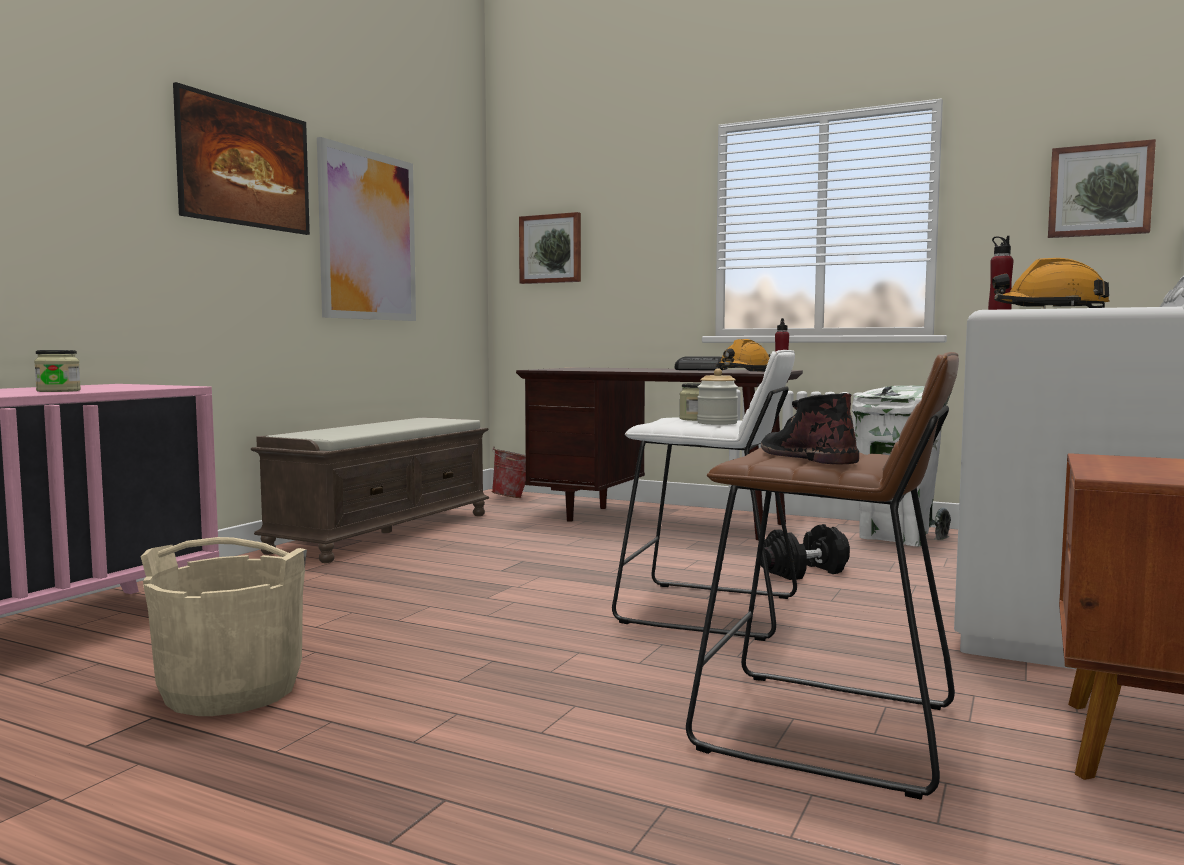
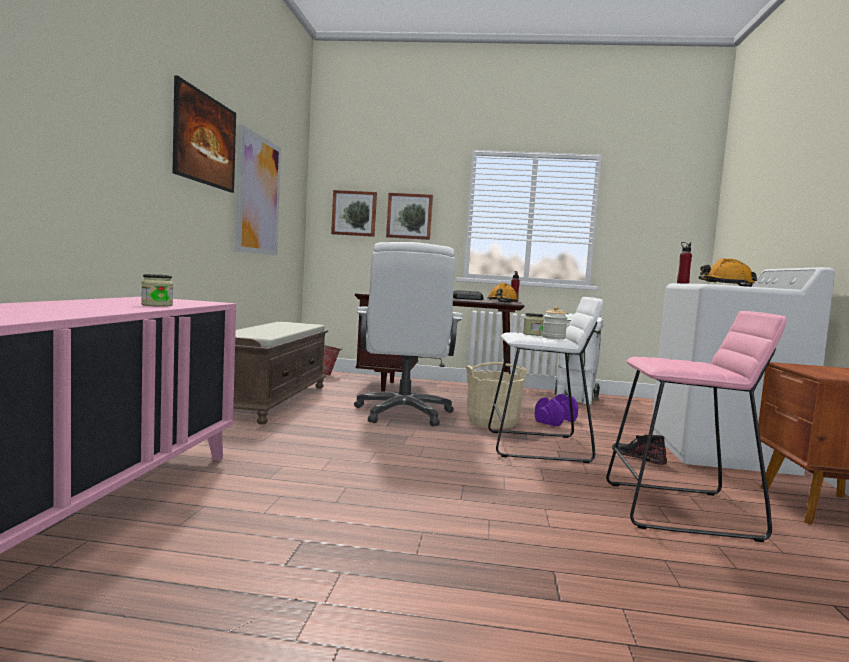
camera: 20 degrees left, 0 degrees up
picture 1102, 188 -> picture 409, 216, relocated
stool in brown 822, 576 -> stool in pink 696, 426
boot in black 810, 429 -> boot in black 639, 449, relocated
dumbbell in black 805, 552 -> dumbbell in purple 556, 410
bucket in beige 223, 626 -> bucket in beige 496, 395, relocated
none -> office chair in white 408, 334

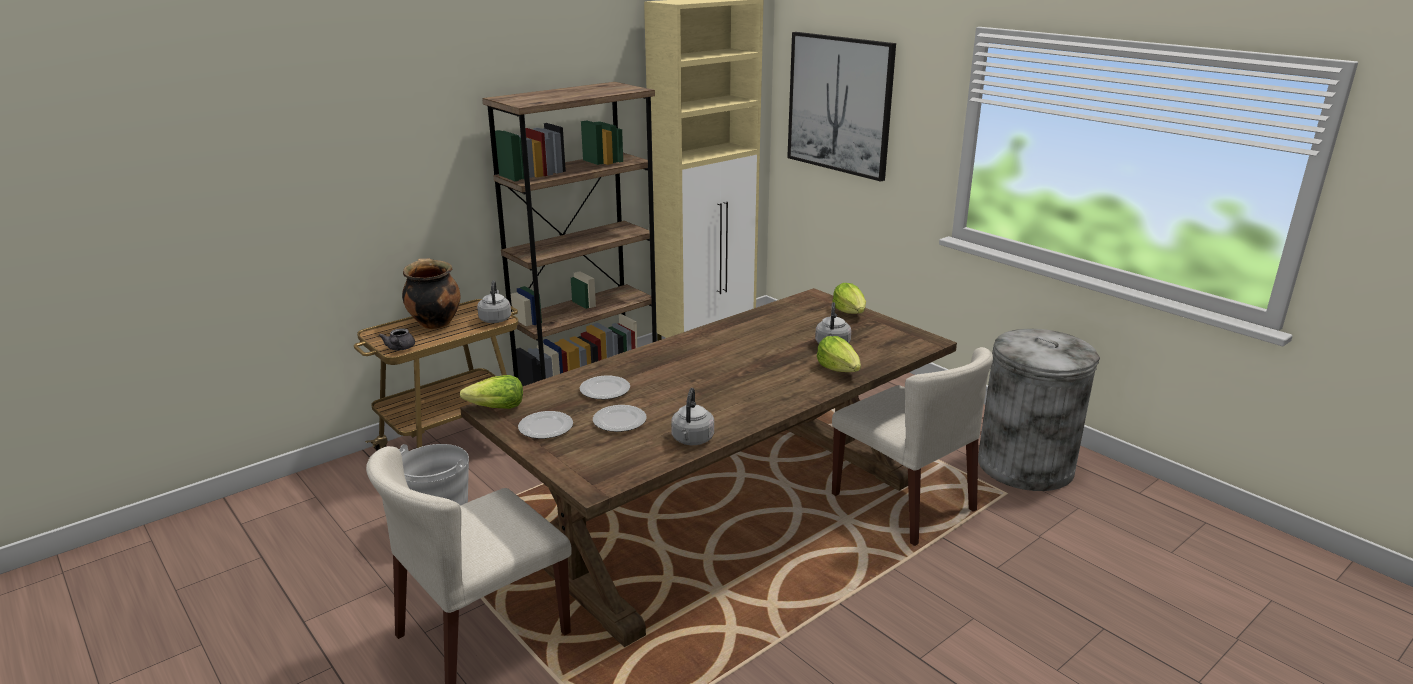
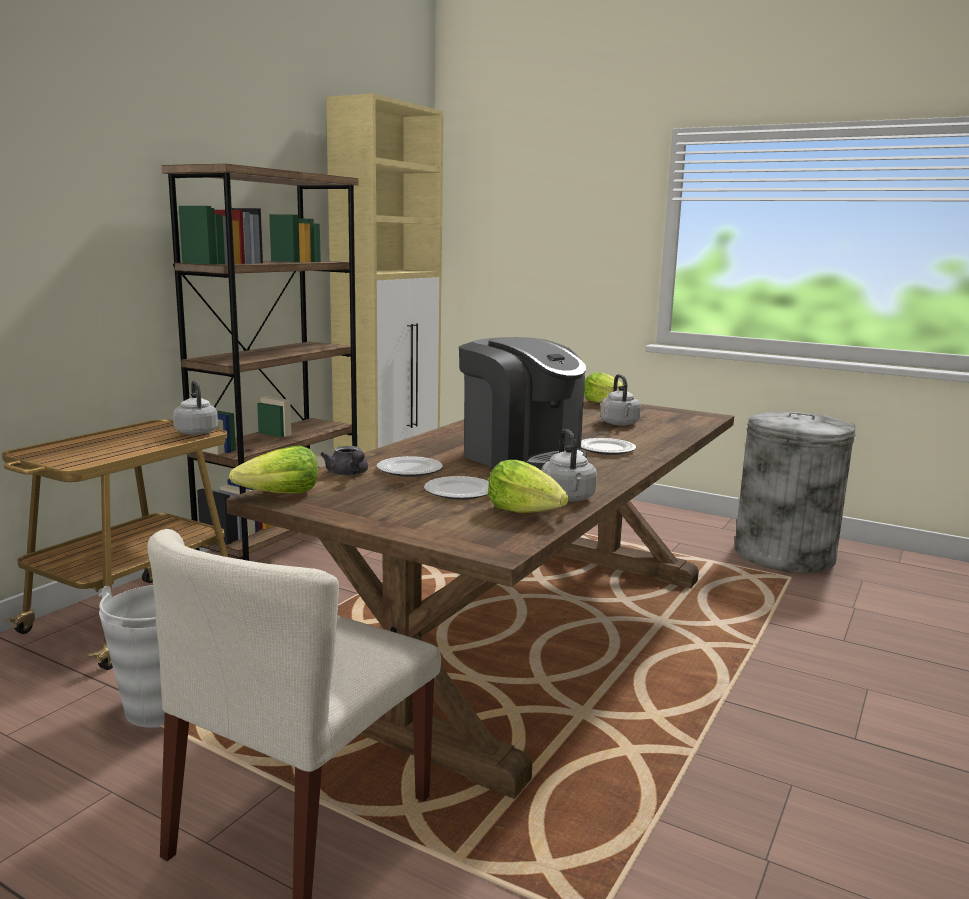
camera: 20 degrees left, 10 degrees down
picture 841, 107 -> none
cooking pot 431, 294 -> none
teapot in grey 397, 339 -> teapot in grey 344, 461, relocated
lettuce 839, 354 -> lettuce 528, 486, relocated
chair in beige 912, 446 -> none
plate 545, 425 -> plate 608, 446, relocated
none -> coffee machine 523, 403

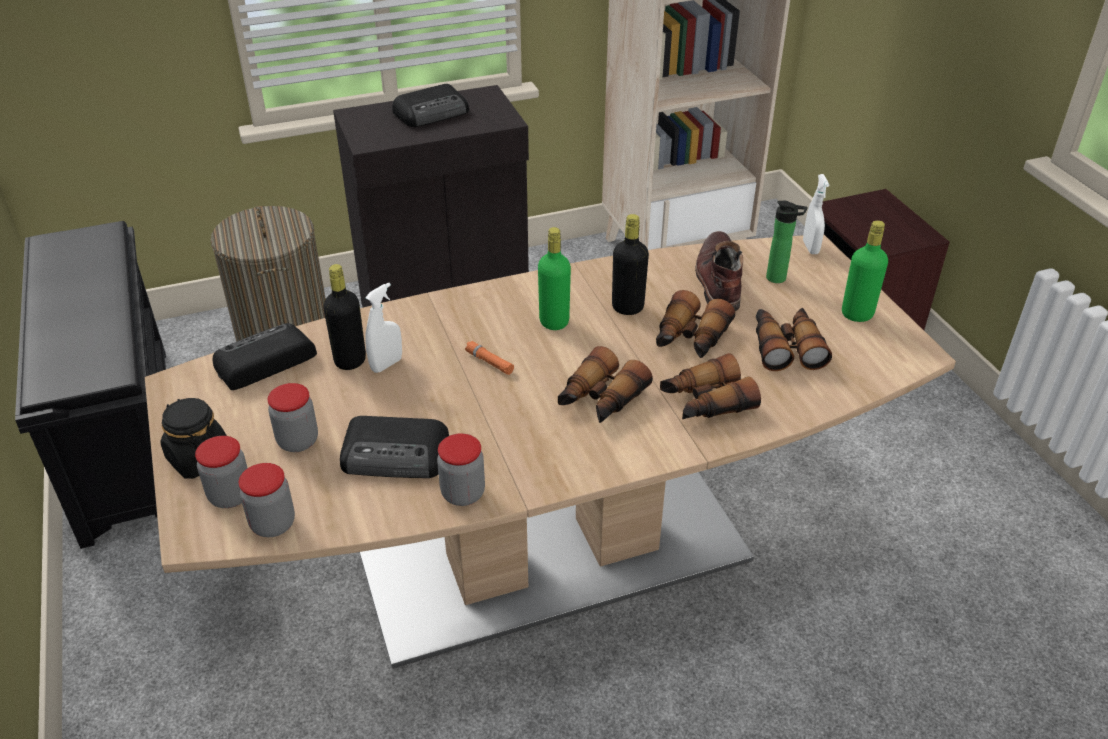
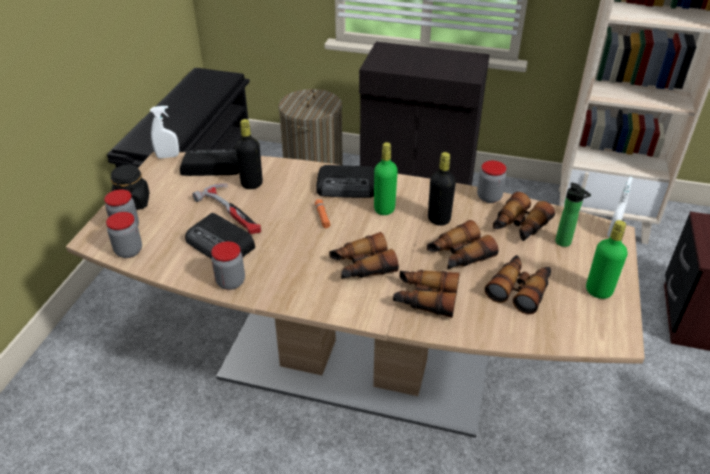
camera: 35 degrees right, 0 degrees up
radio 430, 105 -> radio 345, 181, relocated
boot in brown 719, 271 -> binoculars 524, 216
spray bottle in white 383, 327 -> spray bottle in white 164, 132, relocated
jar 292, 417 -> jar 492, 182, relocated
none -> hammer 226, 208

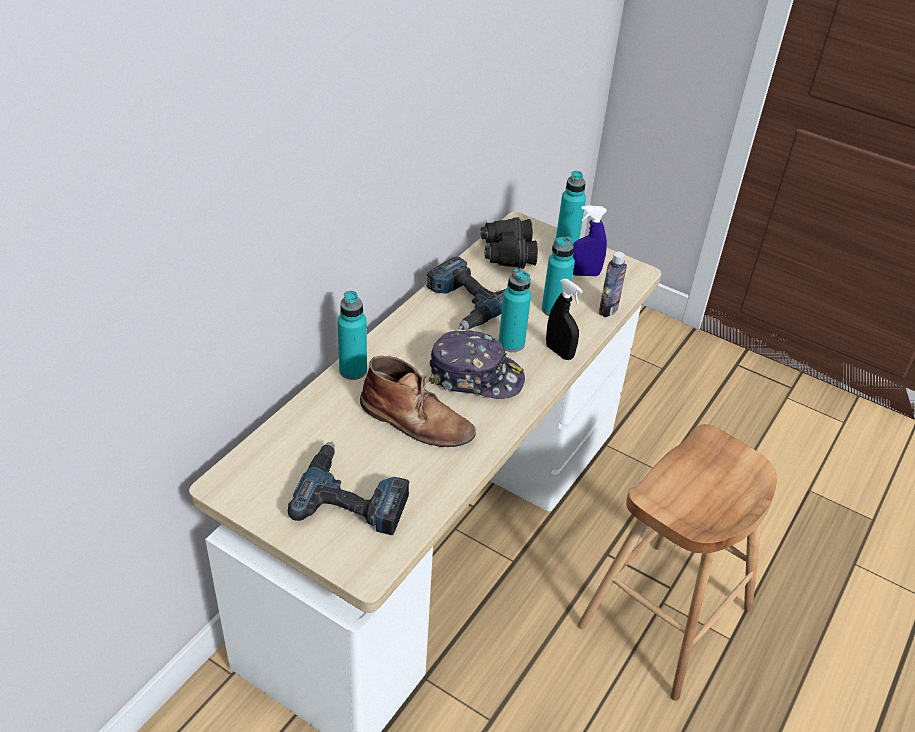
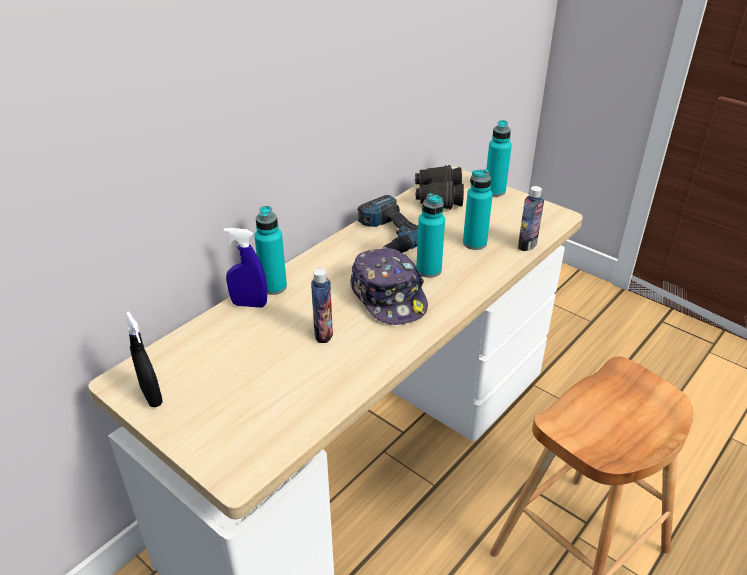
camera: 10 degrees right, 5 degrees down
spray bottle in blue 590, 240 -> spray bottle in blue 245, 268, relocated
spray bottle in black 564, 319 -> spray bottle in black 143, 359, relocated
cap 477, 364 -> cap 389, 286, 45 degrees clockwise
boot in brown 418, 401 -> bottle 322, 305
power drill 349, 488 -> none

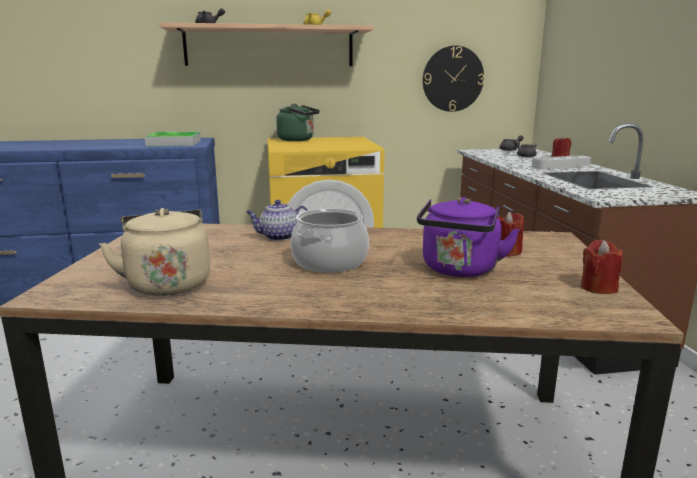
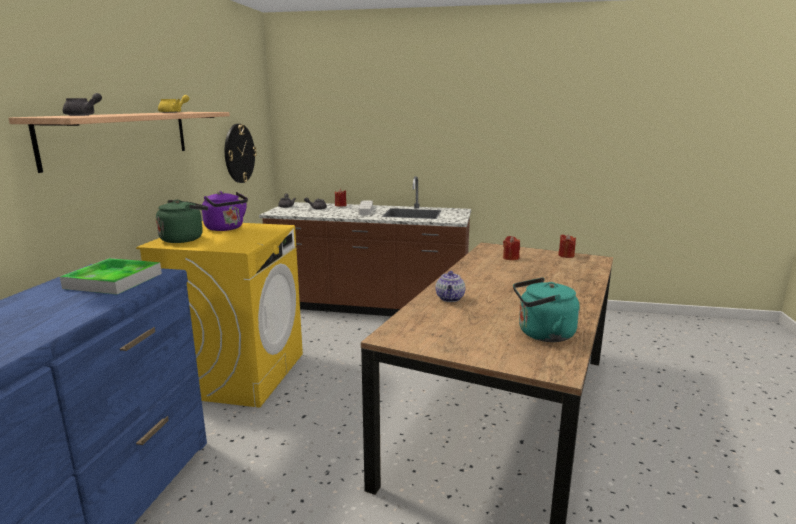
camera: 70 degrees left, 0 degrees up
kettle in purple 468, 237 -> kettle in purple 225, 211, relocated
kettle in beige 154, 252 -> kettle in turquoise 546, 310
cooking pot 330, 240 -> none

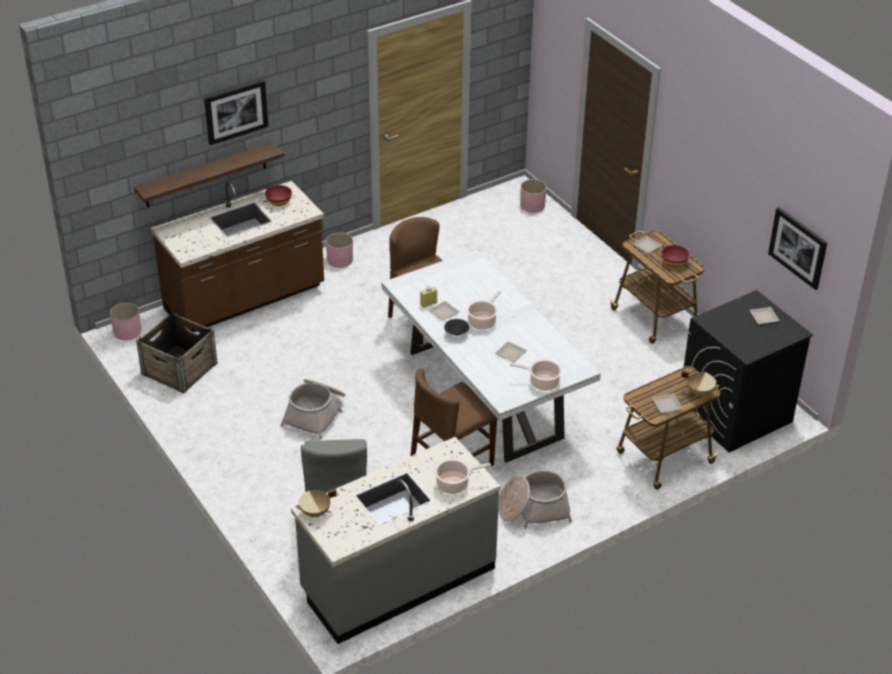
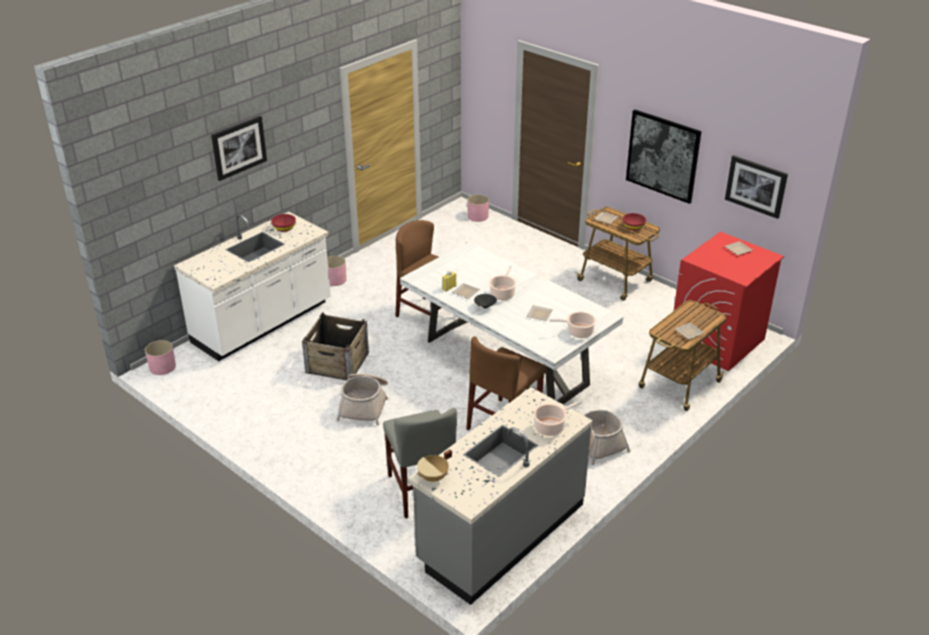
camera: 15 degrees left, 5 degrees down
shelf 209, 174 -> none
counter in brown 237, 256 -> counter in white 252, 286
washing machine in black 748, 371 -> washing machine in red 727, 301
crate 177, 352 -> crate 335, 346, relocated
cooking pot in beige 700, 383 -> none
none -> picture 664, 157

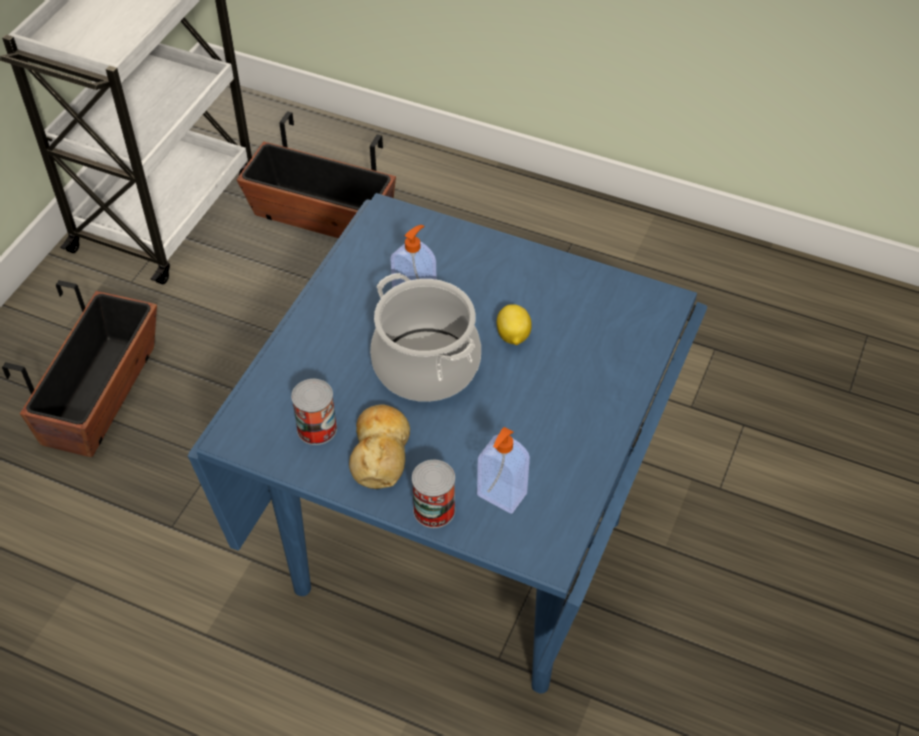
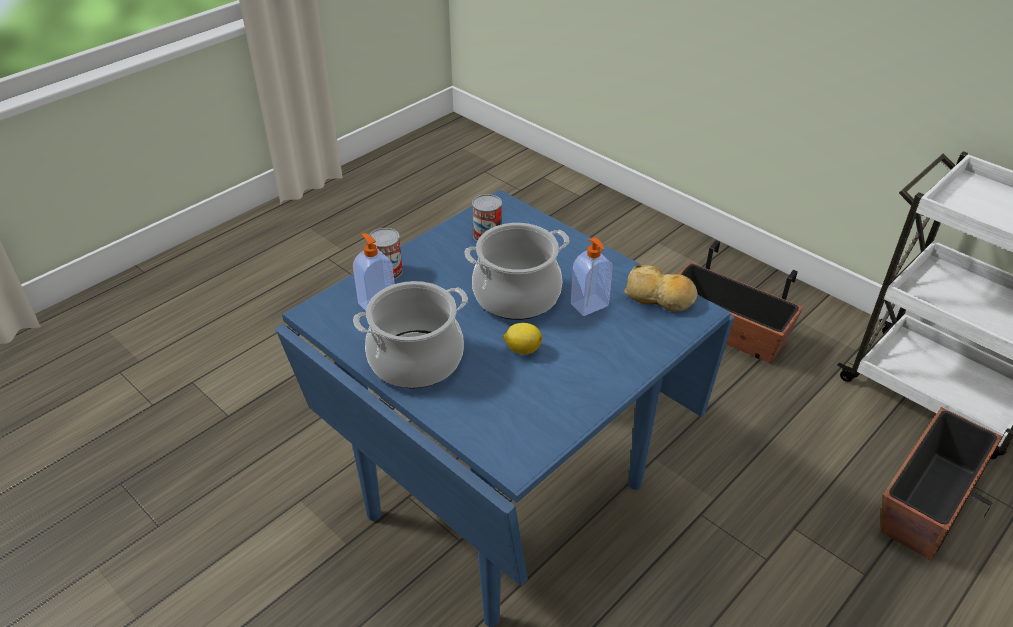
camera: 110 degrees right, 10 degrees down
bread 379, 447 -> bread 661, 288, relocated
none -> cooking pot 410, 334

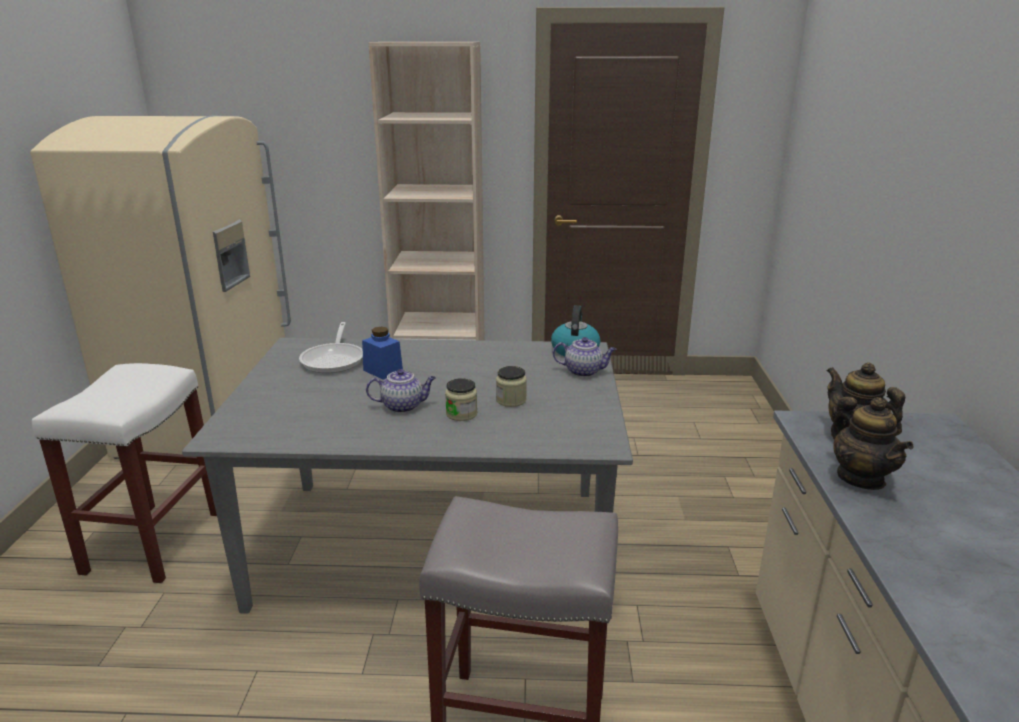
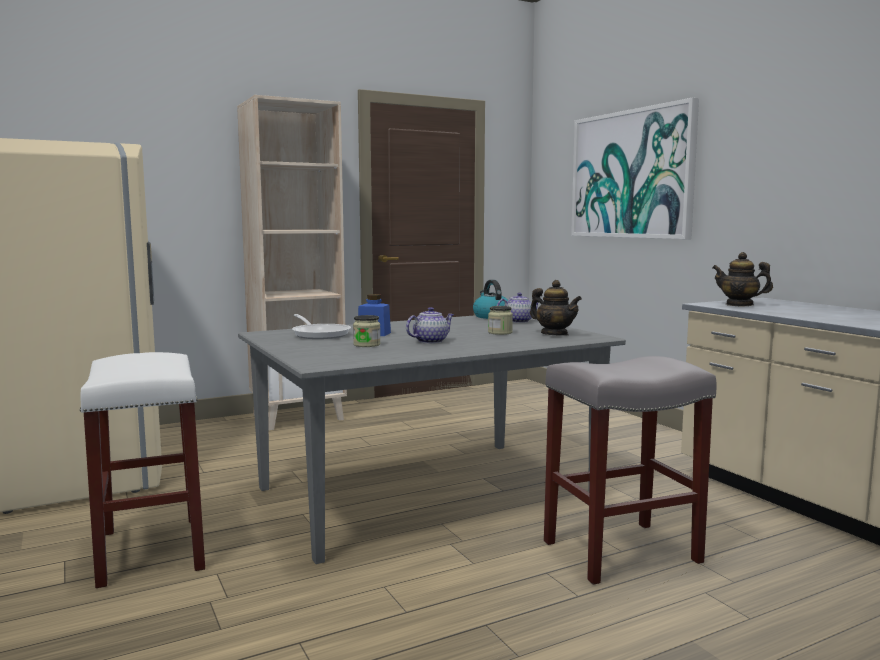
camera: 30 degrees left, 15 degrees down
jar 461, 399 -> jar 367, 331, relocated
teapot 872, 443 -> teapot 556, 308, relocated
none -> picture 635, 168

